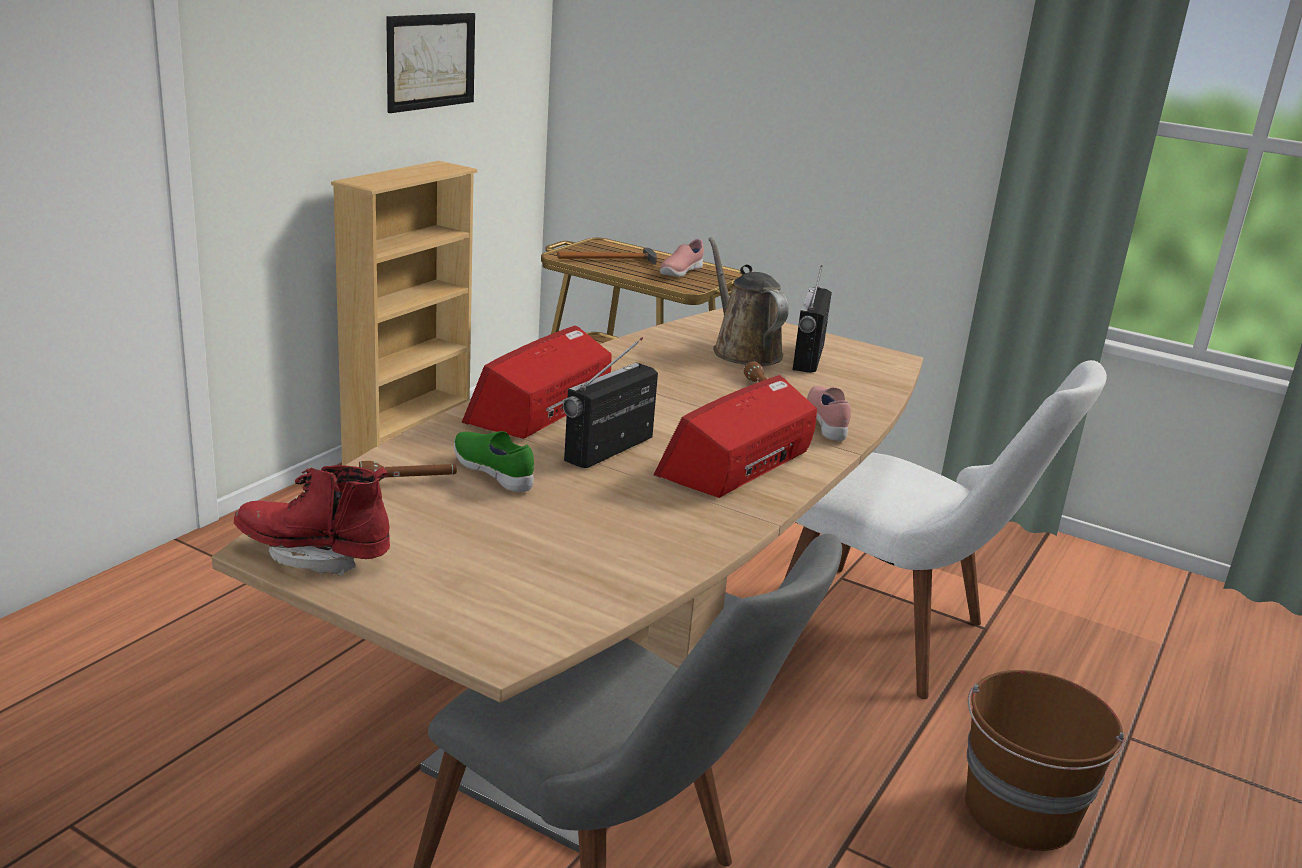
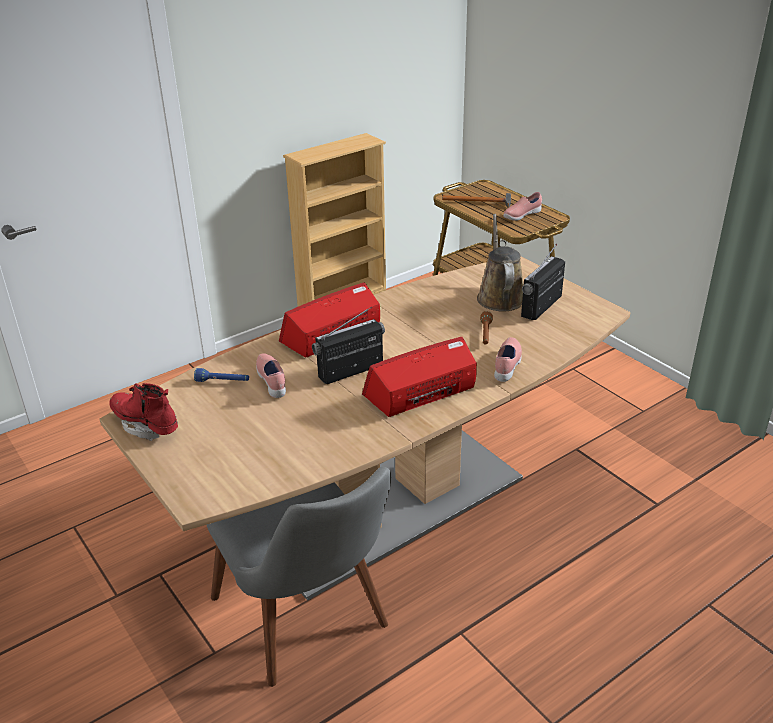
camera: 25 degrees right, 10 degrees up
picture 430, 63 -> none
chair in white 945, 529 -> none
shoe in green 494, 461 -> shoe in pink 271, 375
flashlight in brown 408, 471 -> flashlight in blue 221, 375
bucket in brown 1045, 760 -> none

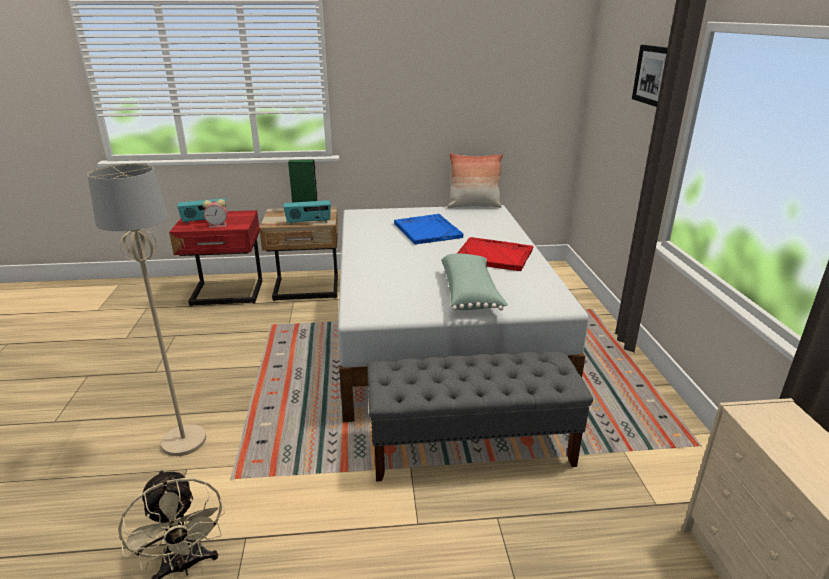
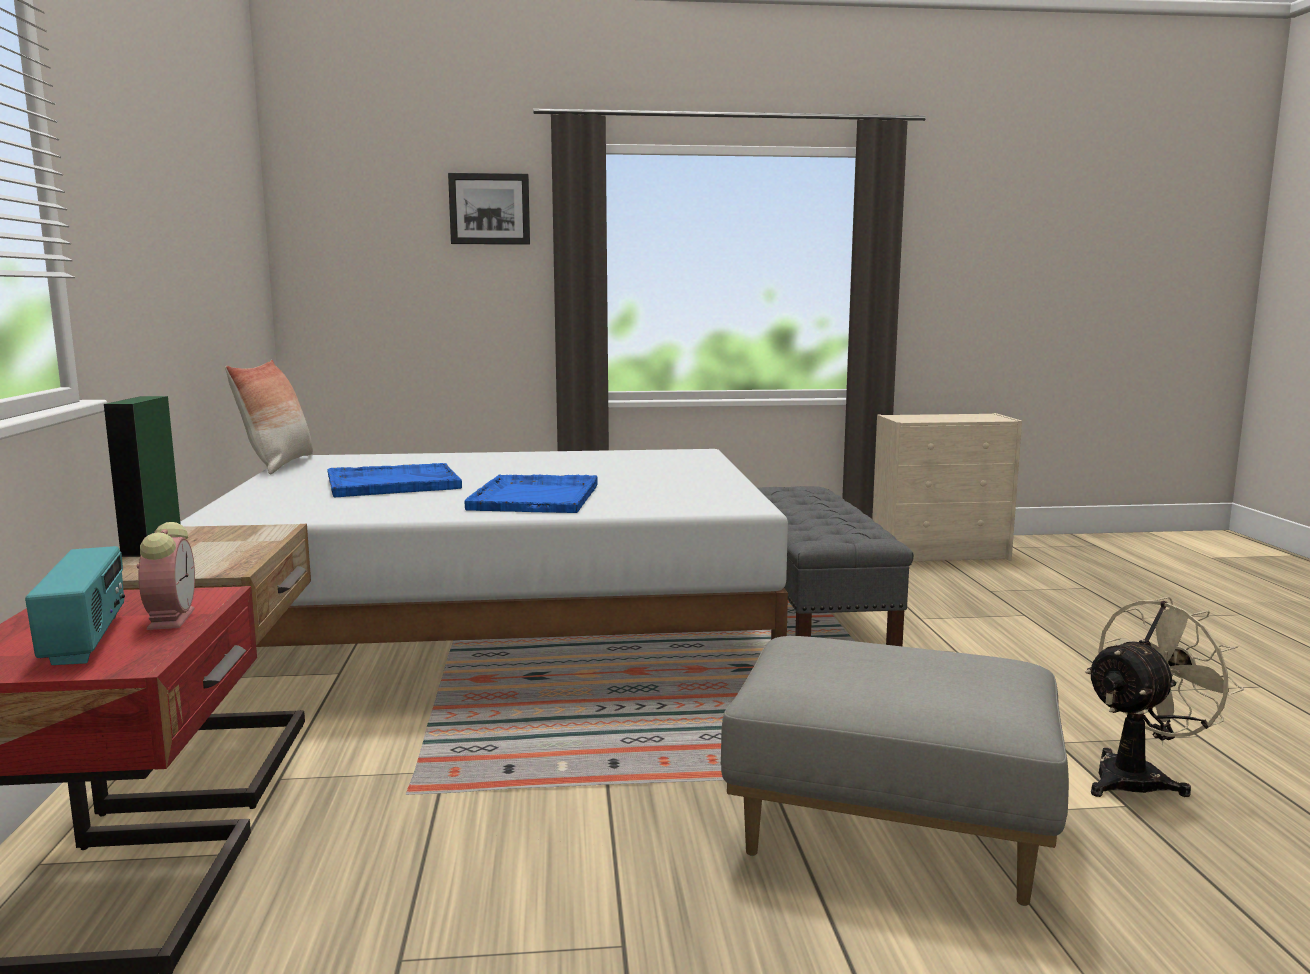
camera: 90 degrees left, 15 degrees down
floor lamp in beige 146, 310 -> ottoman in grey 895, 771
radio 307, 212 -> none
tray in red 494, 254 -> none
pillow in green 474, 282 -> none
none -> tray in blue 531, 493

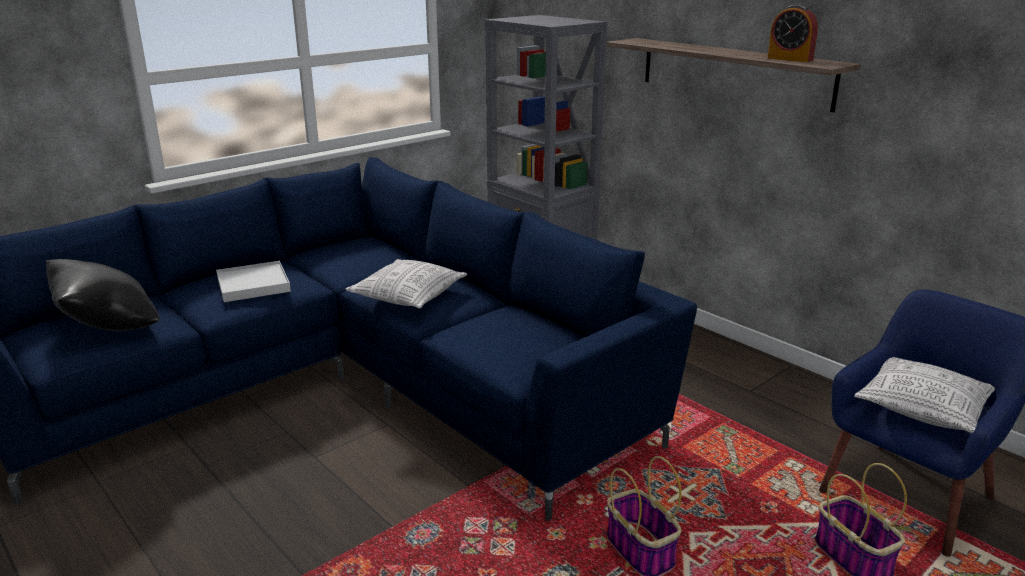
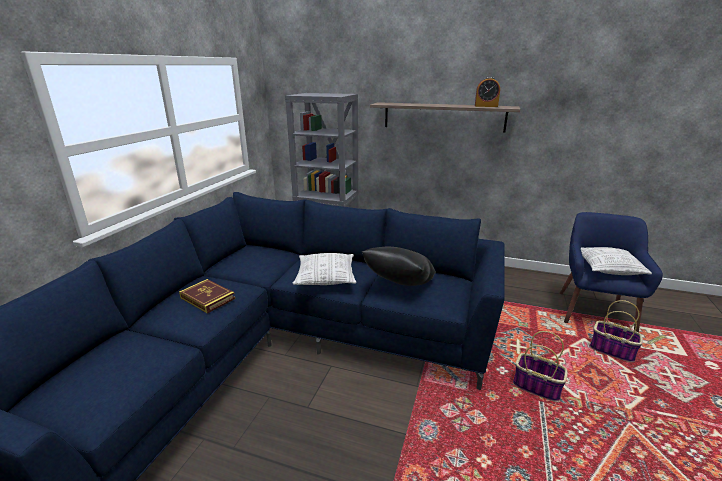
camera: 30 degrees left, 0 degrees up
pillow in black 103, 295 -> pillow in black 399, 266, relocated
tray in white 253, 281 -> book 207, 296

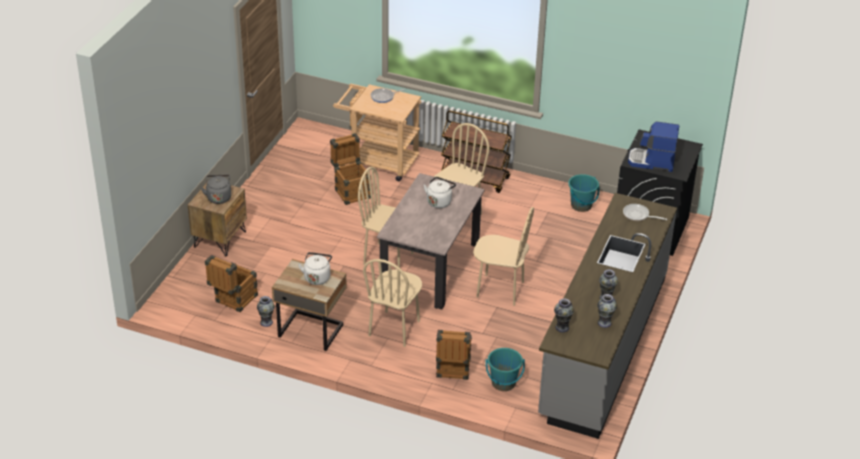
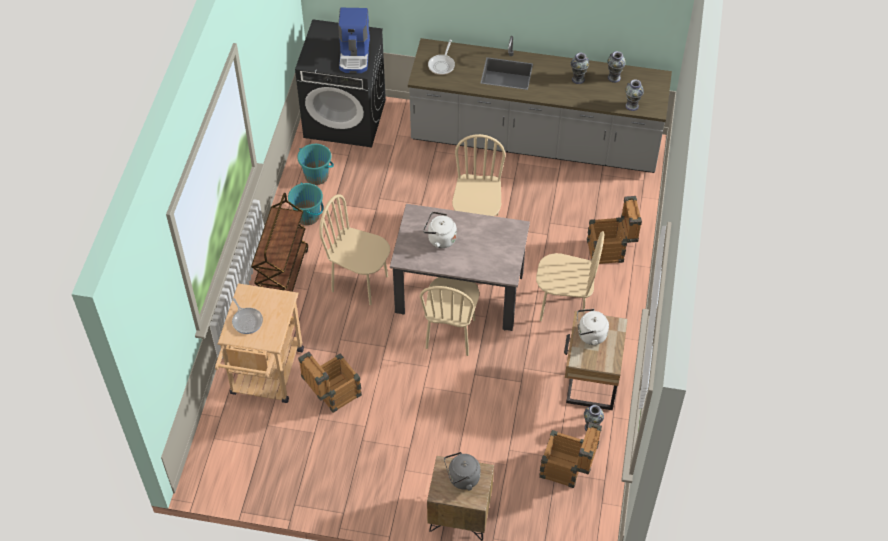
camera: 100 degrees left, 15 degrees up
bucket in turquoise 505, 369 -> bucket in turquoise 306, 203, relocated

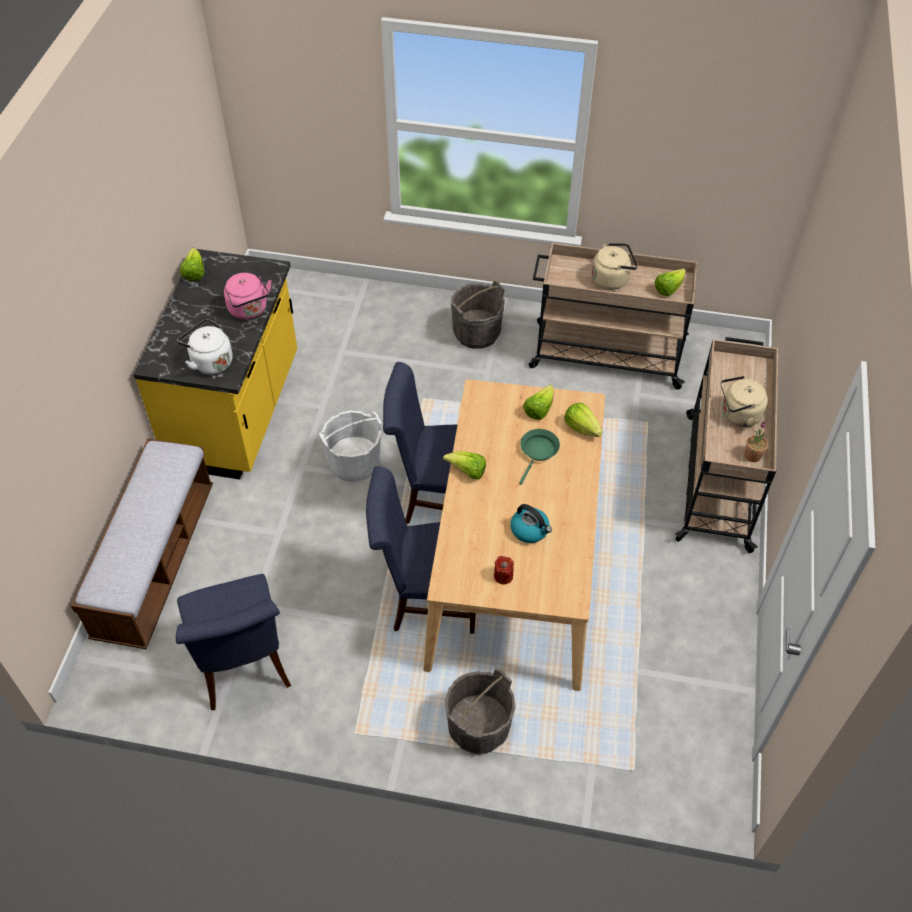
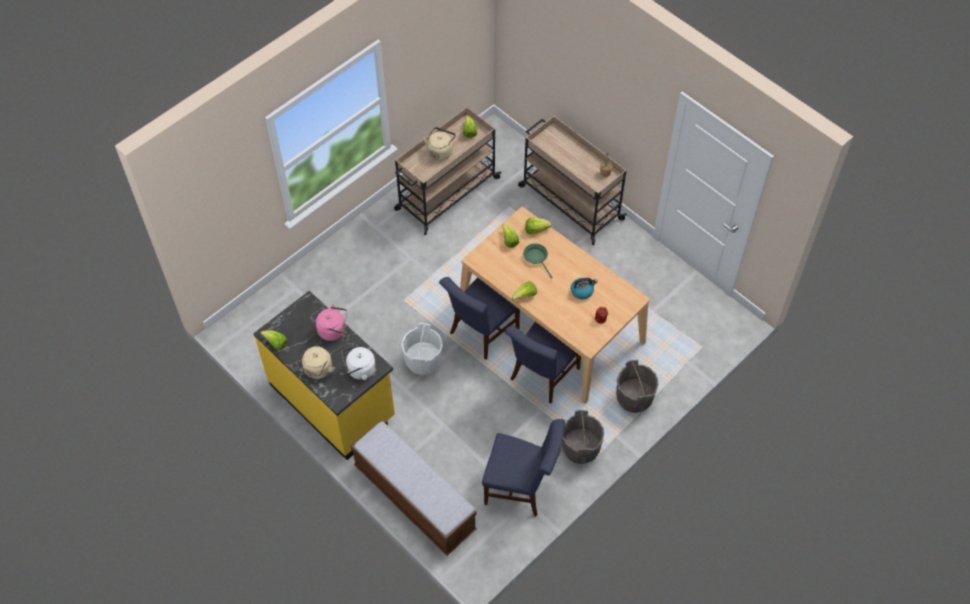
camera: 55 degrees left, 5 degrees up
bucket in grey 478, 315 -> bucket in grey 583, 437, relocated
kettle in beige 744, 401 -> kettle in beige 315, 362, relocated

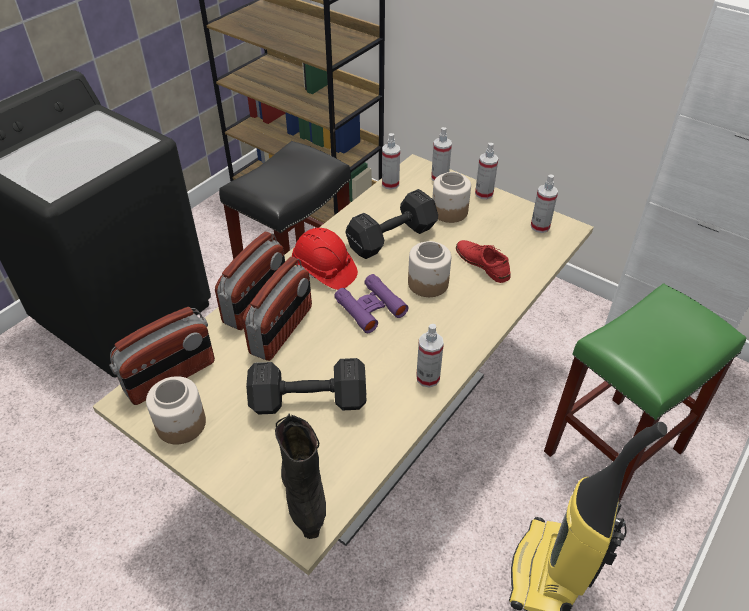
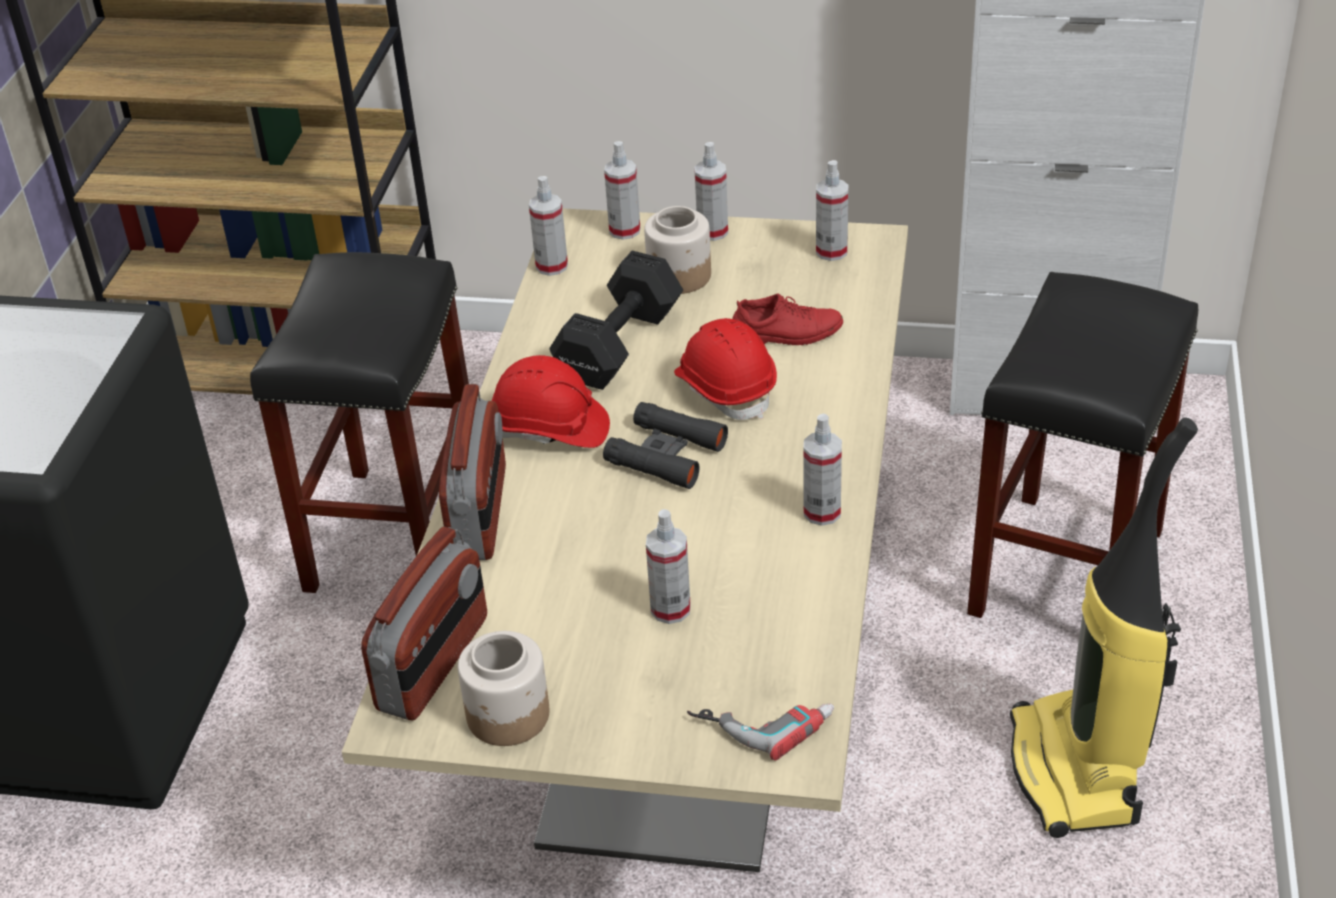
camera: 25 degrees left, 5 degrees down
shoe in red 483, 261 -> shoe in red 787, 319, 150 degrees clockwise
jar 429, 269 -> hard hat in red 725, 369
radio 277, 309 -> none
binoculars in purple 371, 303 -> binoculars in black 665, 445
stool in green 645, 393 -> stool in black 1082, 445
dumbbell in black 306, 386 -> spray bottle 668, 566
boot in black 300, 476 -> power drill 760, 732

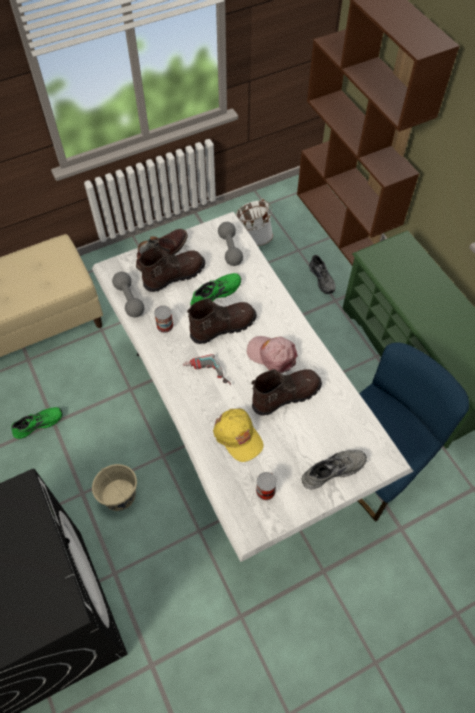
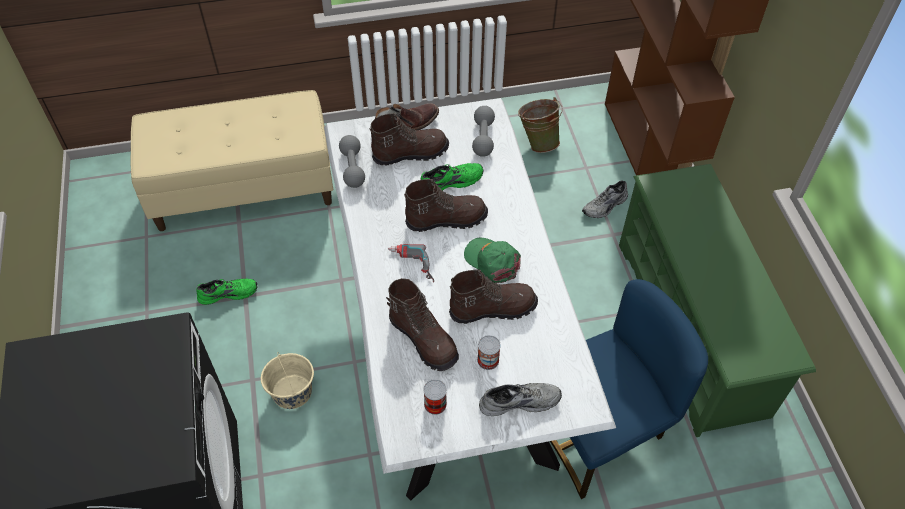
camera: 15 degrees right, 5 degrees down
bucket in white 254, 222 -> bucket in green 540, 125
shoe in grey 322, 274 -> shoe in grey 605, 199, 60 degrees clockwise
can 163, 319 -> can 489, 352, relocated
cap in pink 272, 354 -> cap in green 492, 260
cap in yellow 238, 435 -> boot in brown 422, 324

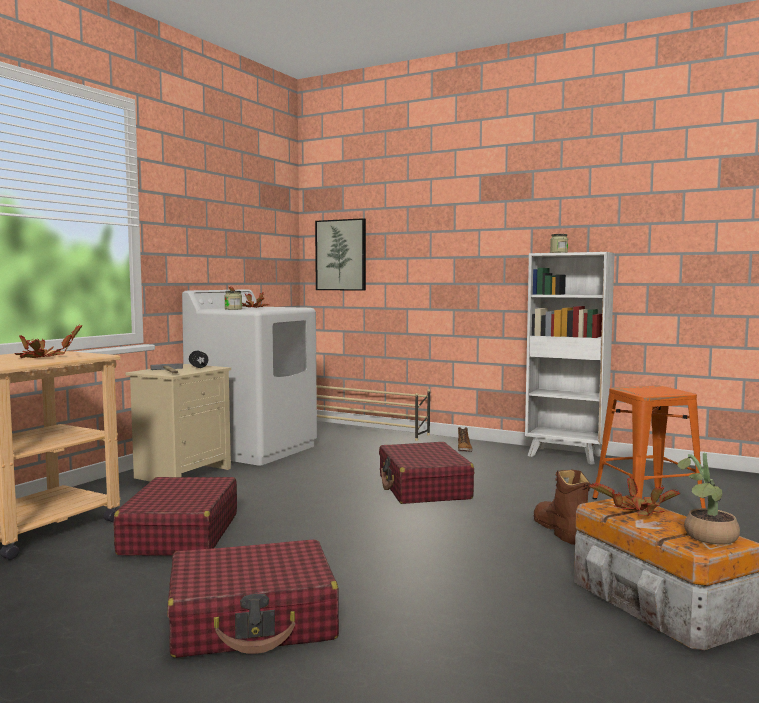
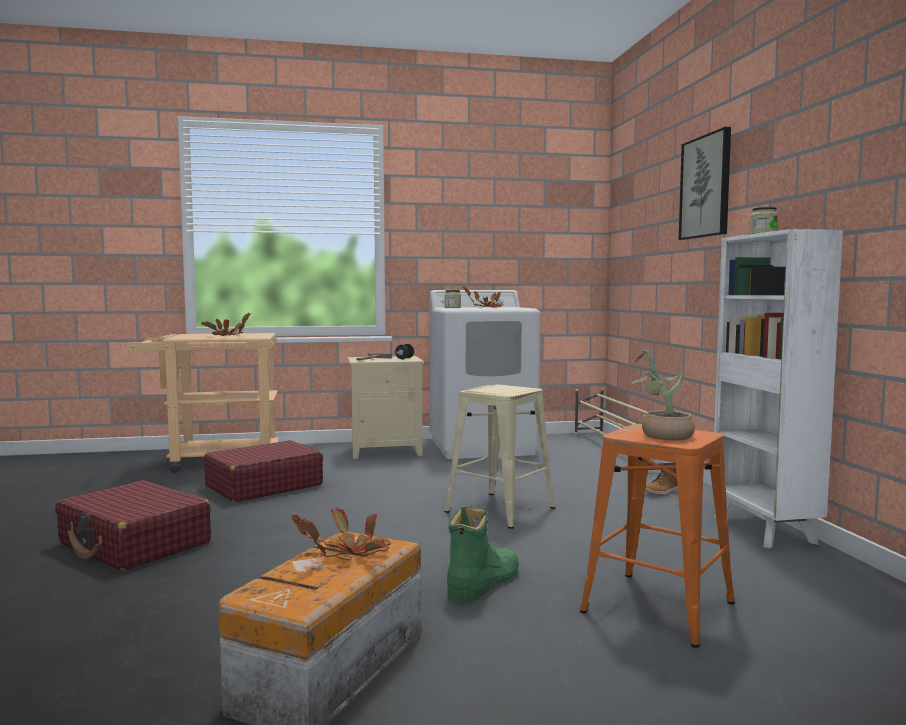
camera: 50 degrees right, 0 degrees up
picture 340, 254 -> picture 705, 183, relocated
suitcase in red 426, 473 -> stool in beige 500, 456
potted plant 709, 499 -> potted plant 662, 394, relocated
boot in brown 562, 507 -> boot in green 483, 555

